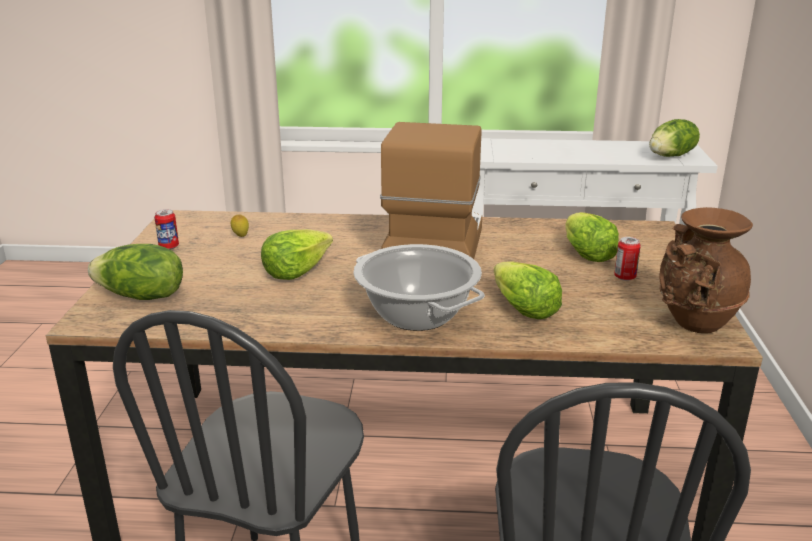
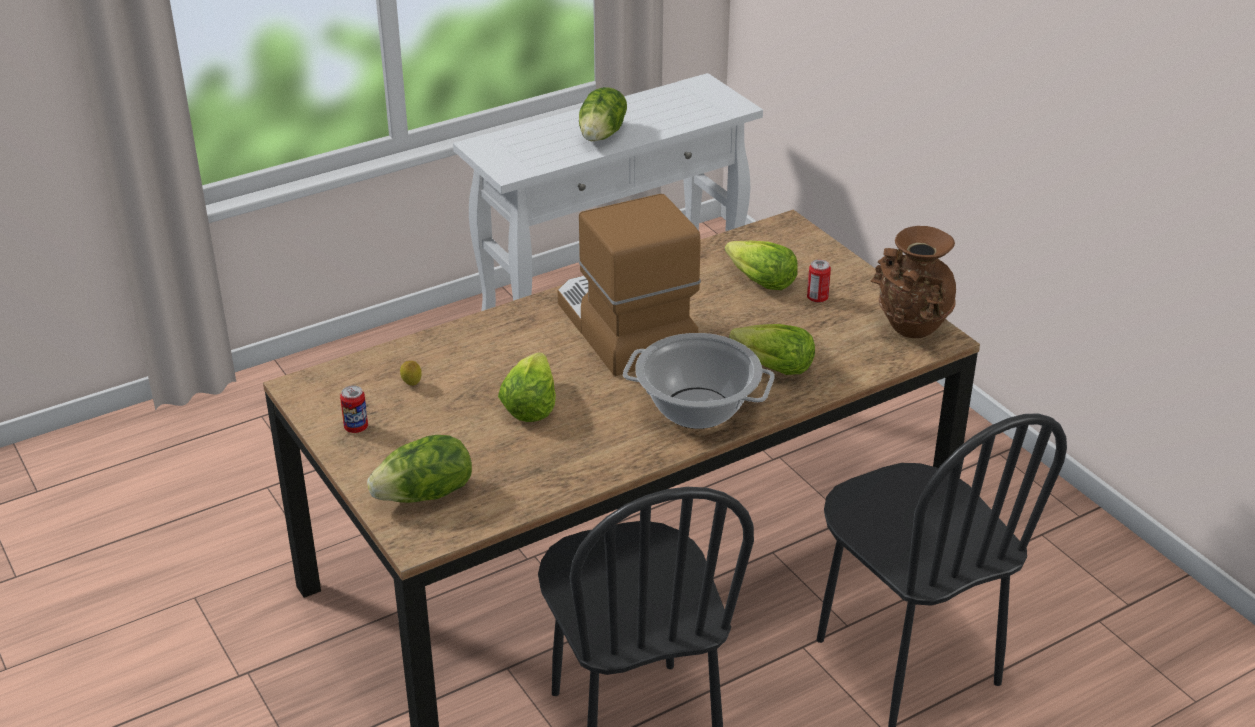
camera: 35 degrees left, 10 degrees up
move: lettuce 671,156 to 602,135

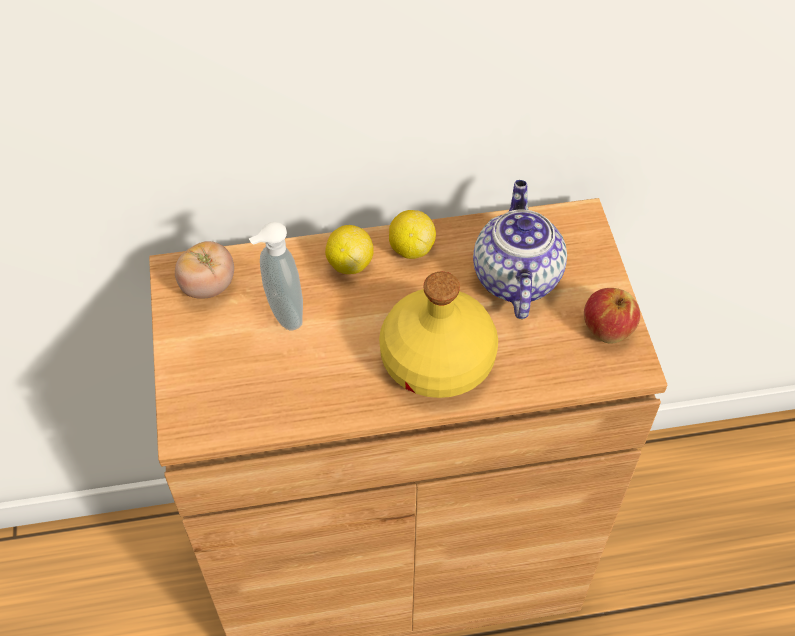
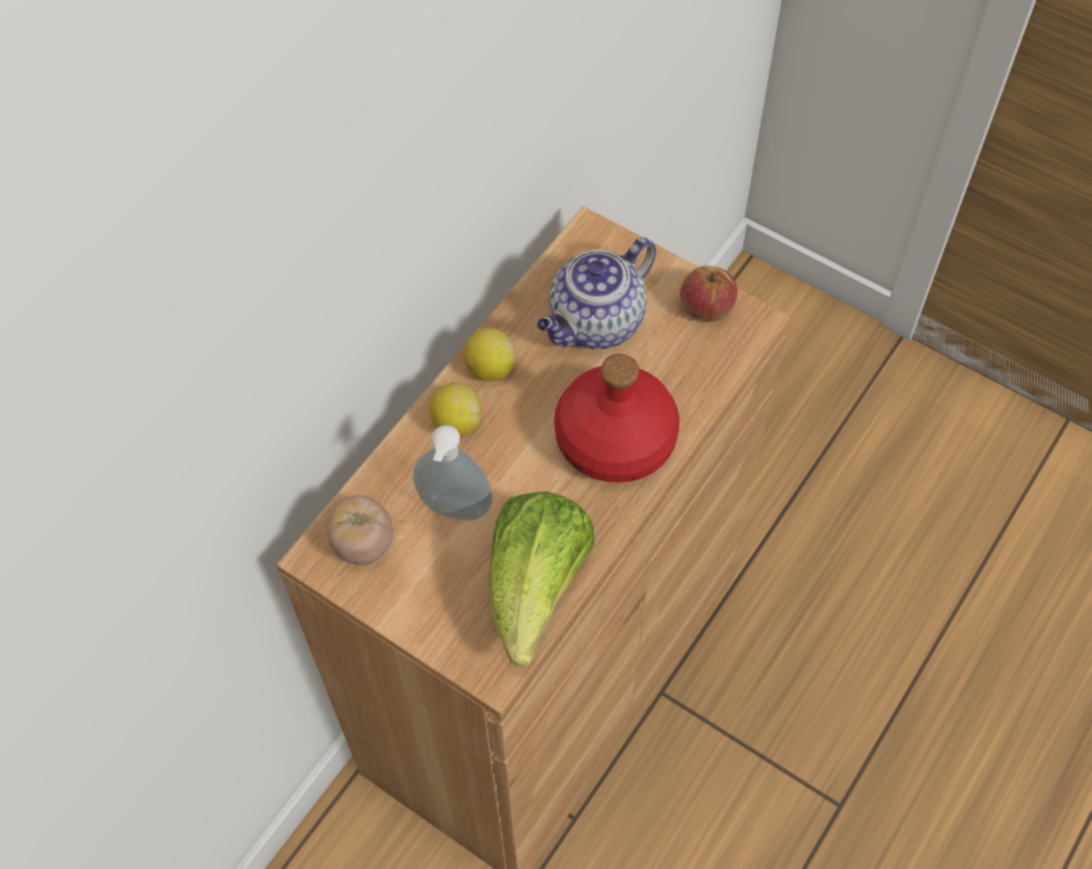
camera: 45 degrees left, 5 degrees up
insert: lettuce 536,589
recolor: bottle/yellow 436,360 to bottle/red 616,441
rotate: teapot 515,277 = 596,324 90 degrees counterclockwise

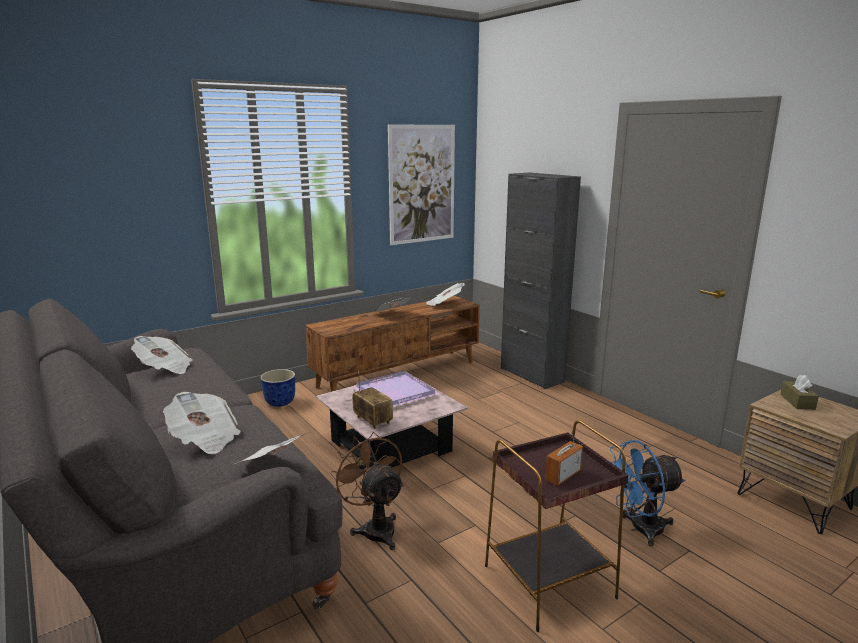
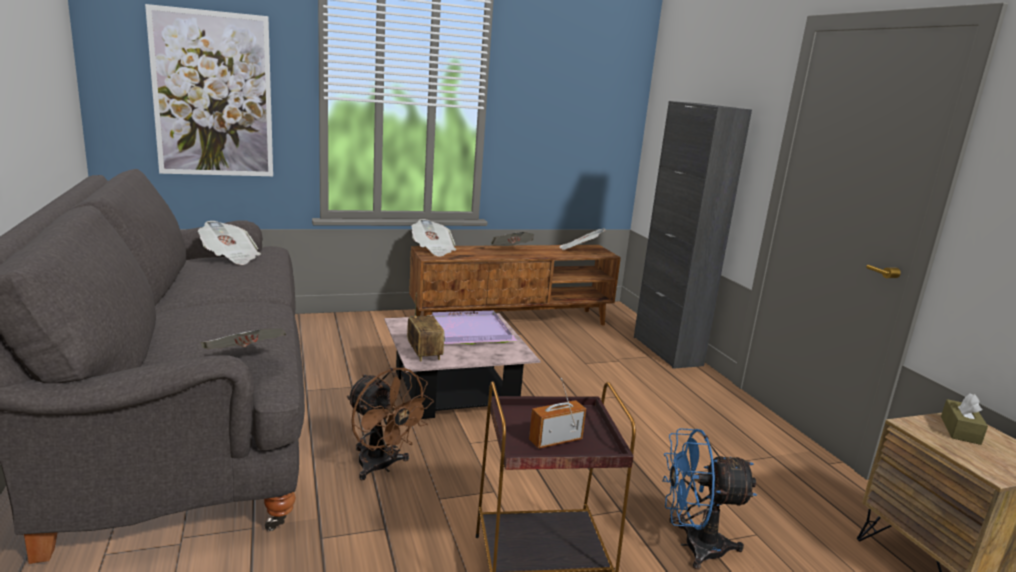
camera: 15 degrees right, 0 degrees up
delete: planter 280,402
move: picture 422,184 to 213,95; newspaper 204,439 to 433,250
rotate: fan/brown 375,528 = 382,467 150 degrees clockwise

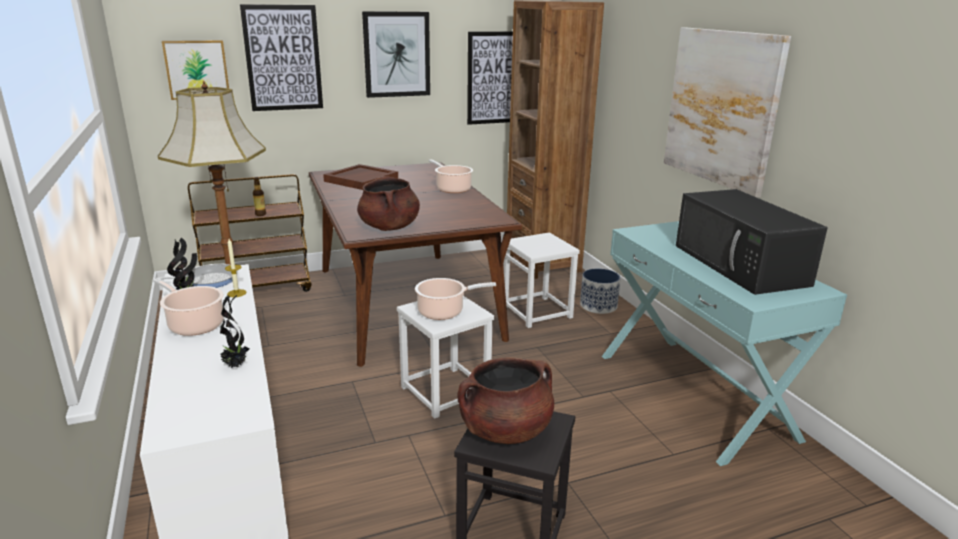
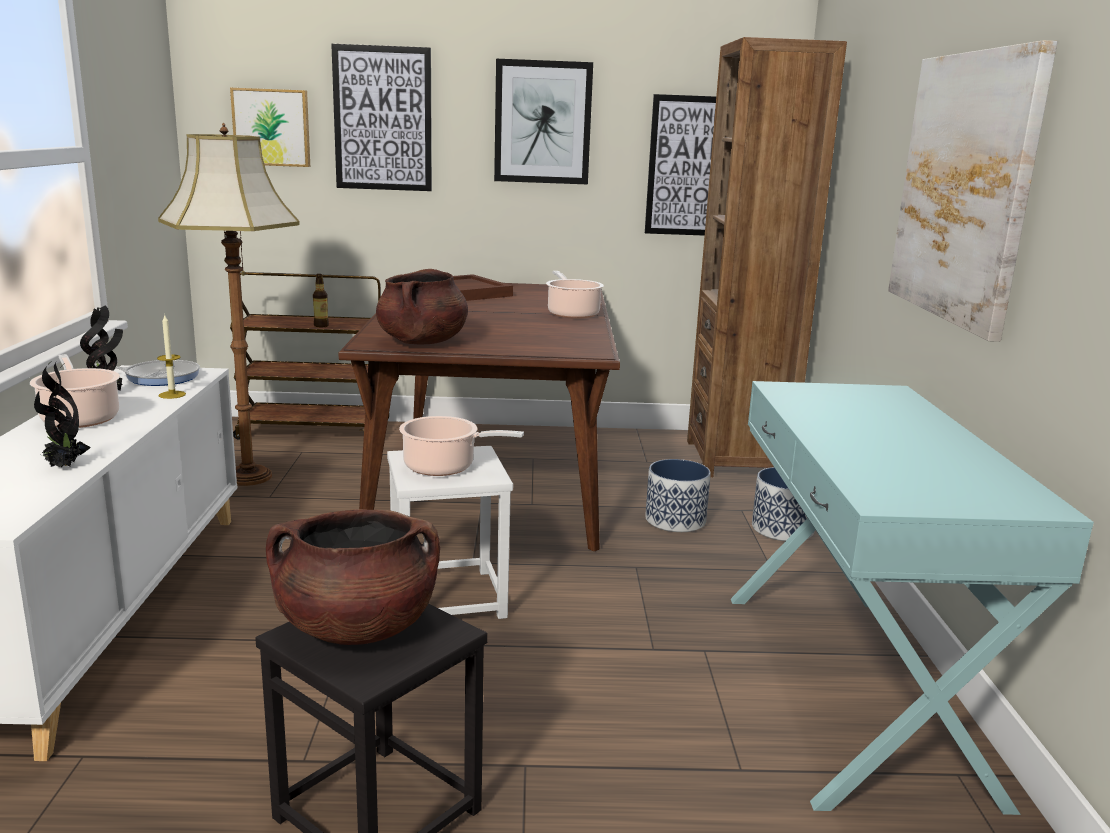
camera: 20 degrees right, 5 degrees down
delete: microwave/black 741,265
replace: stool/white 537,312 to planter 675,520

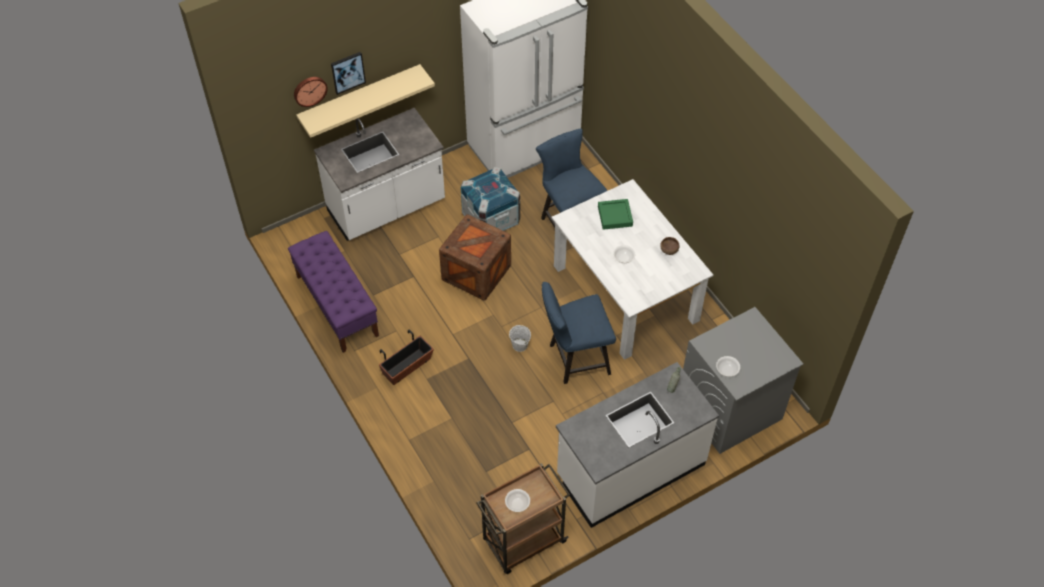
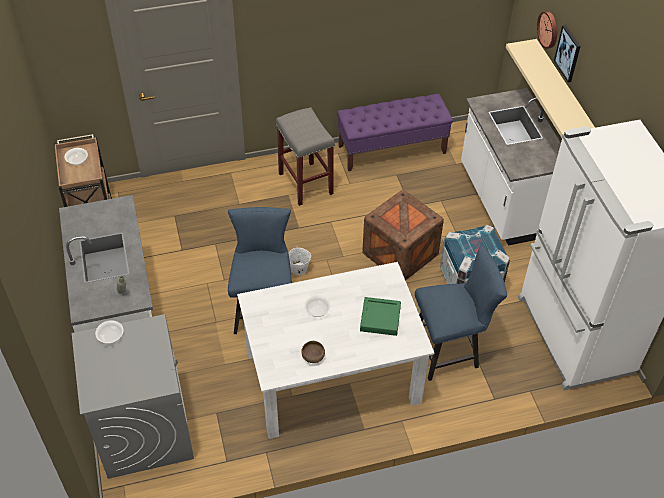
camera: 105 degrees right, 5 degrees down
replace: planter 407,367 to stool/grey 306,184

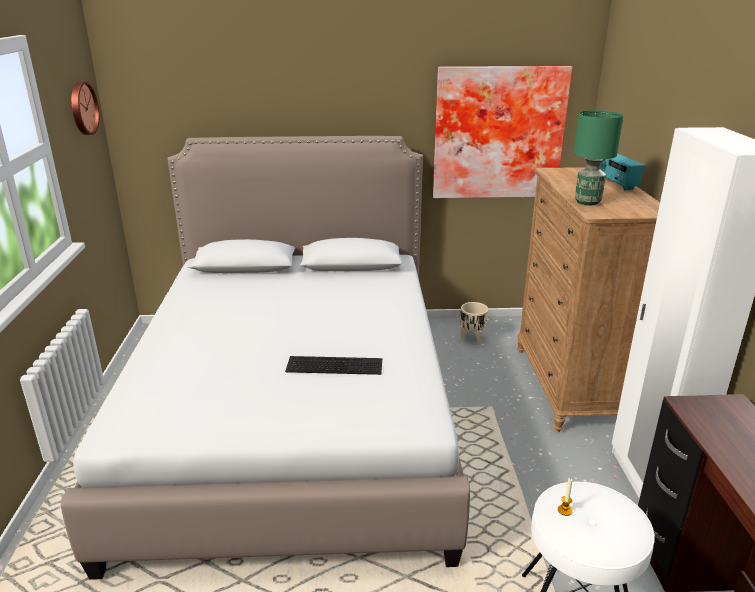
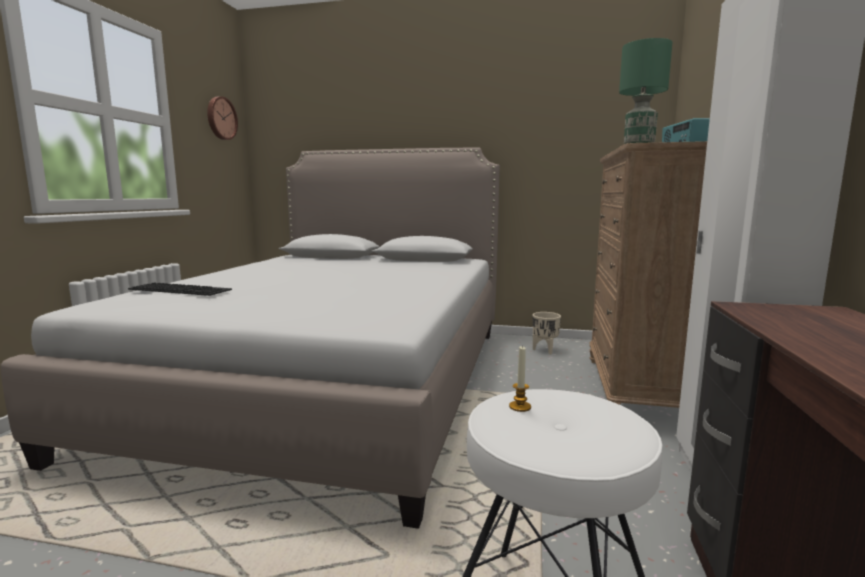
camera: 15 degrees right, 15 degrees down
delete: picture 498,133
move: keyboard 335,364 to 182,289

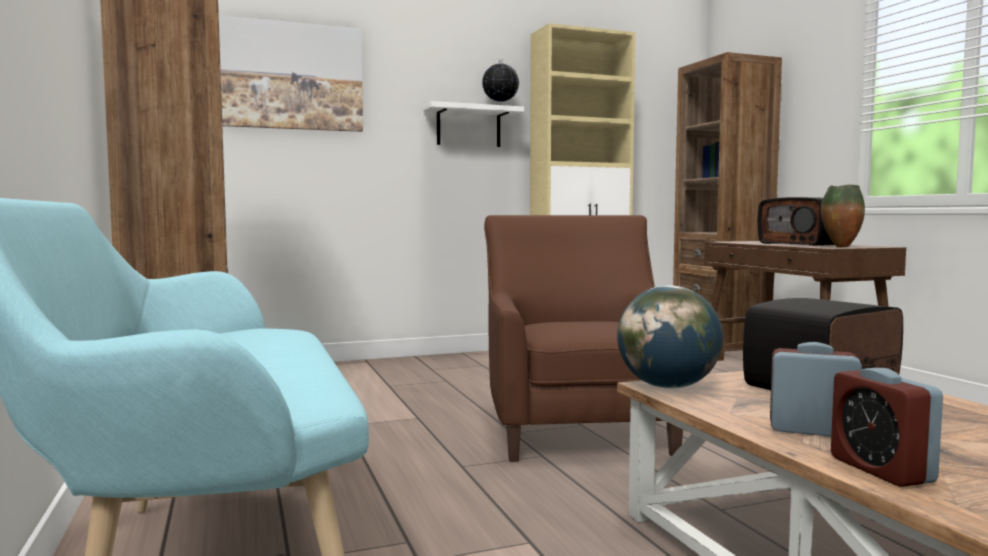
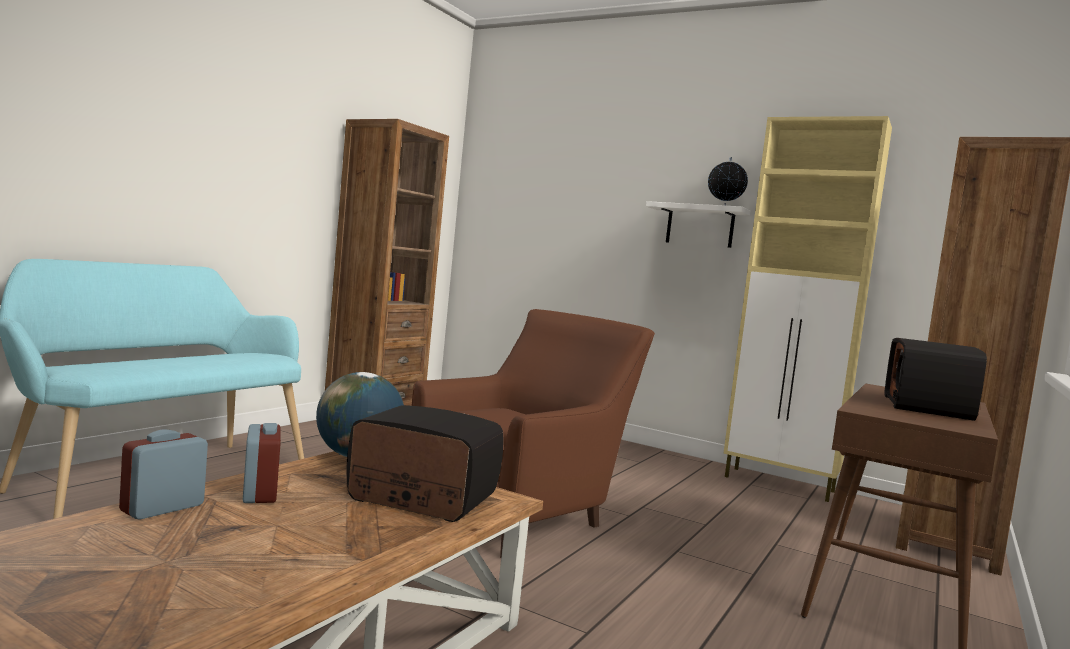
camera: 50 degrees right, 0 degrees up
delete: picture 283,76; vase 840,247

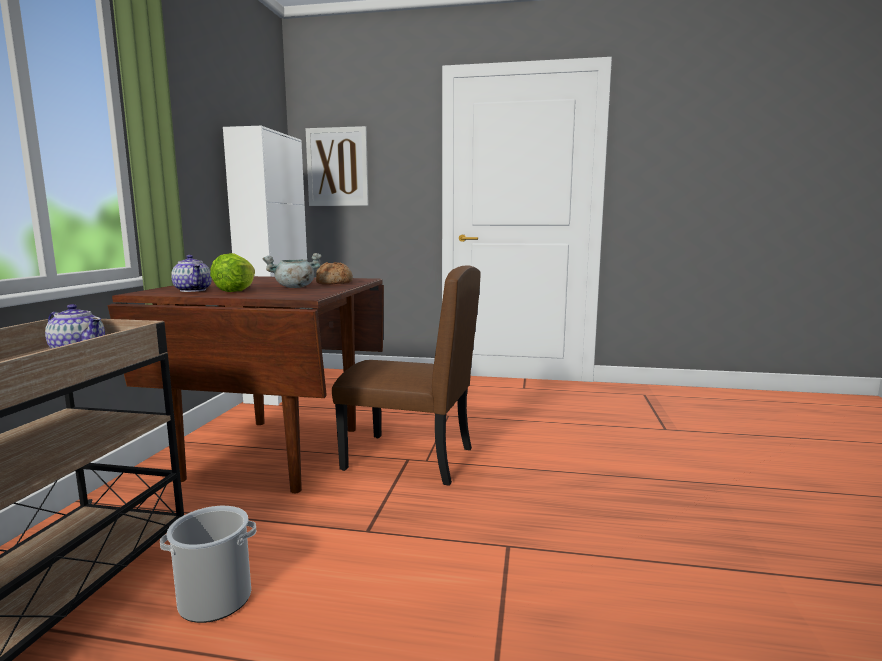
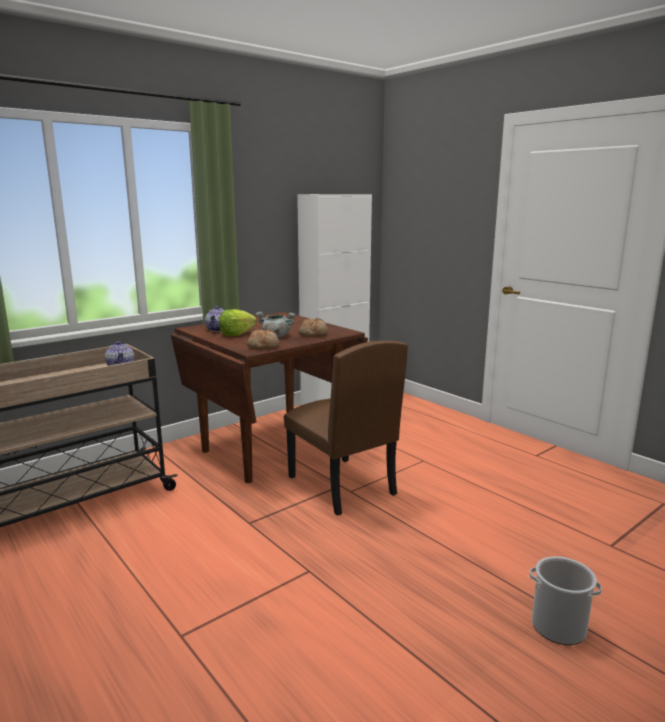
camera: 40 degrees right, 5 degrees up
delete: picture 337,167
insert: bread 263,346
move: bucket 215,600 to 558,627

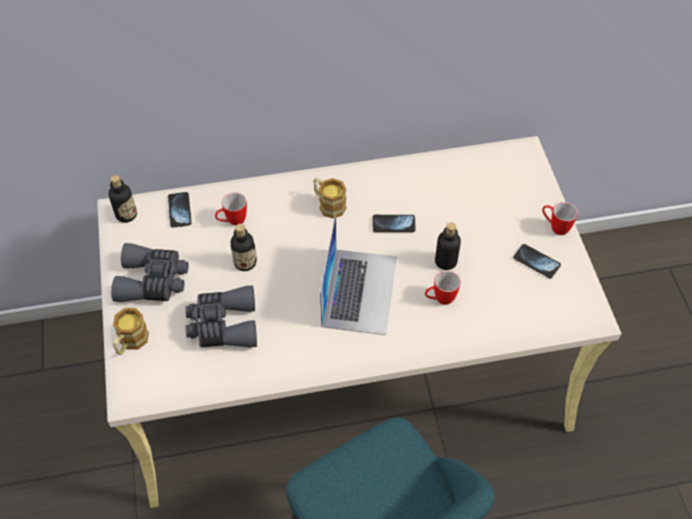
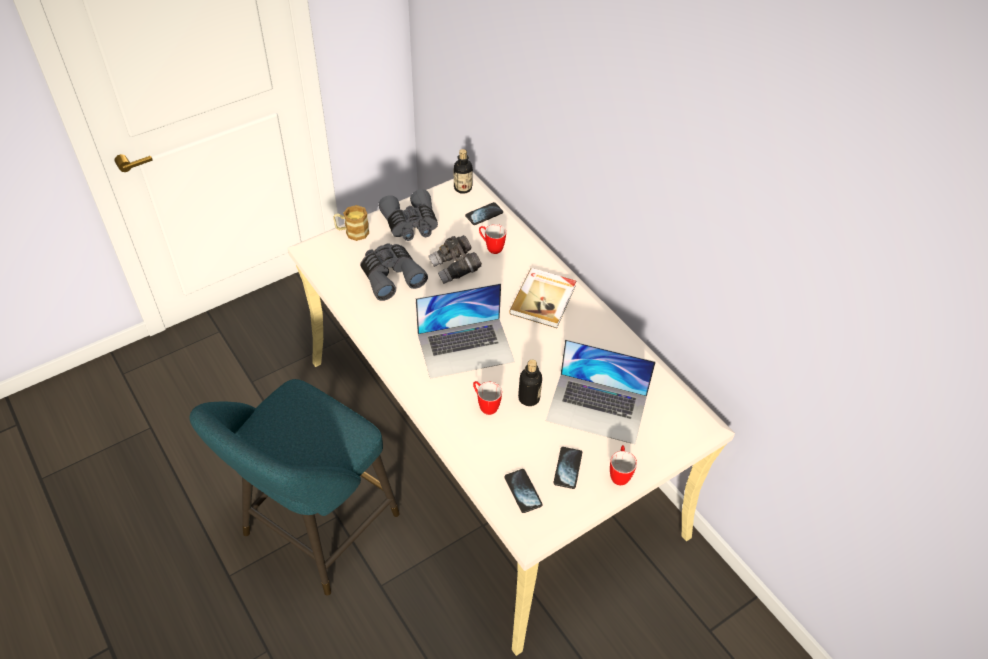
camera: 65 degrees right, 5 degrees down
insert: laptop 597,408
move: phone 393,224 to 523,491
replace: mug 328,204 to book 544,299; bottle 245,263 to binoculars/grey 455,268

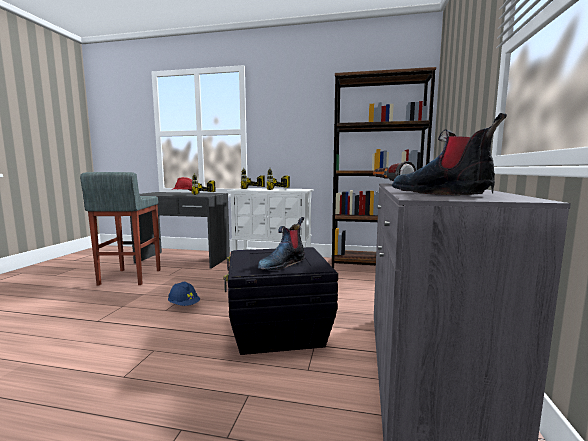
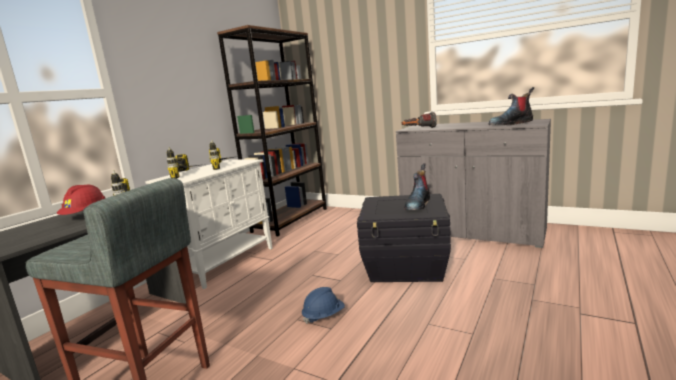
camera: 70 degrees left, 5 degrees up
rotate: boot 282,264 = 417,204 60 degrees clockwise

